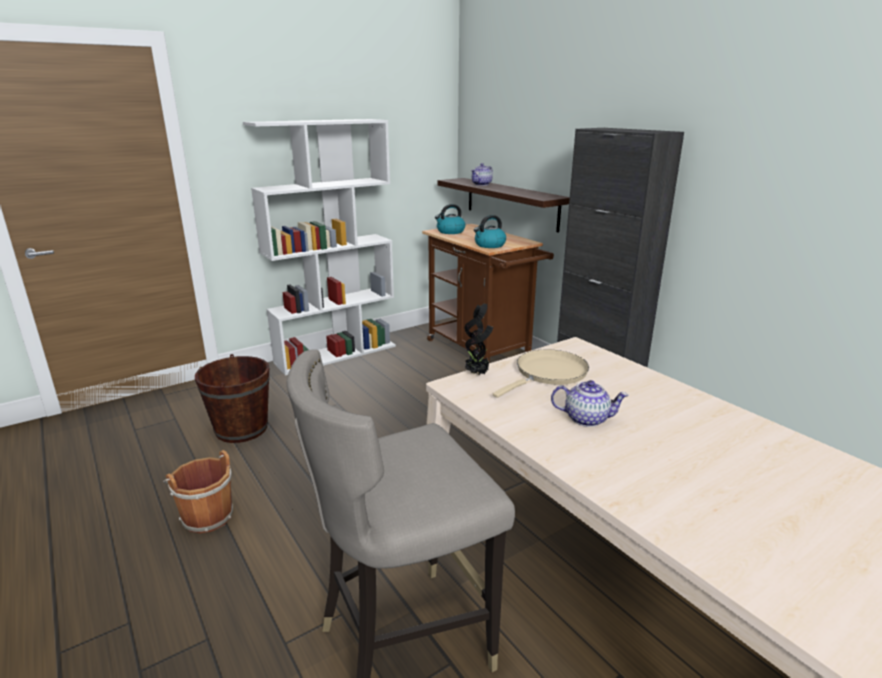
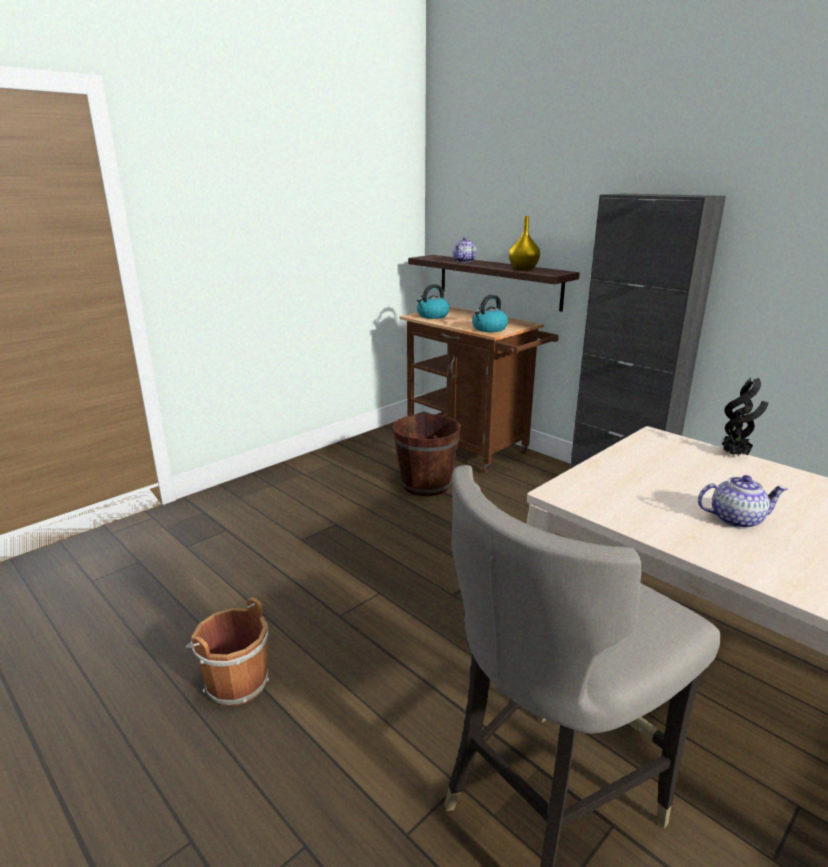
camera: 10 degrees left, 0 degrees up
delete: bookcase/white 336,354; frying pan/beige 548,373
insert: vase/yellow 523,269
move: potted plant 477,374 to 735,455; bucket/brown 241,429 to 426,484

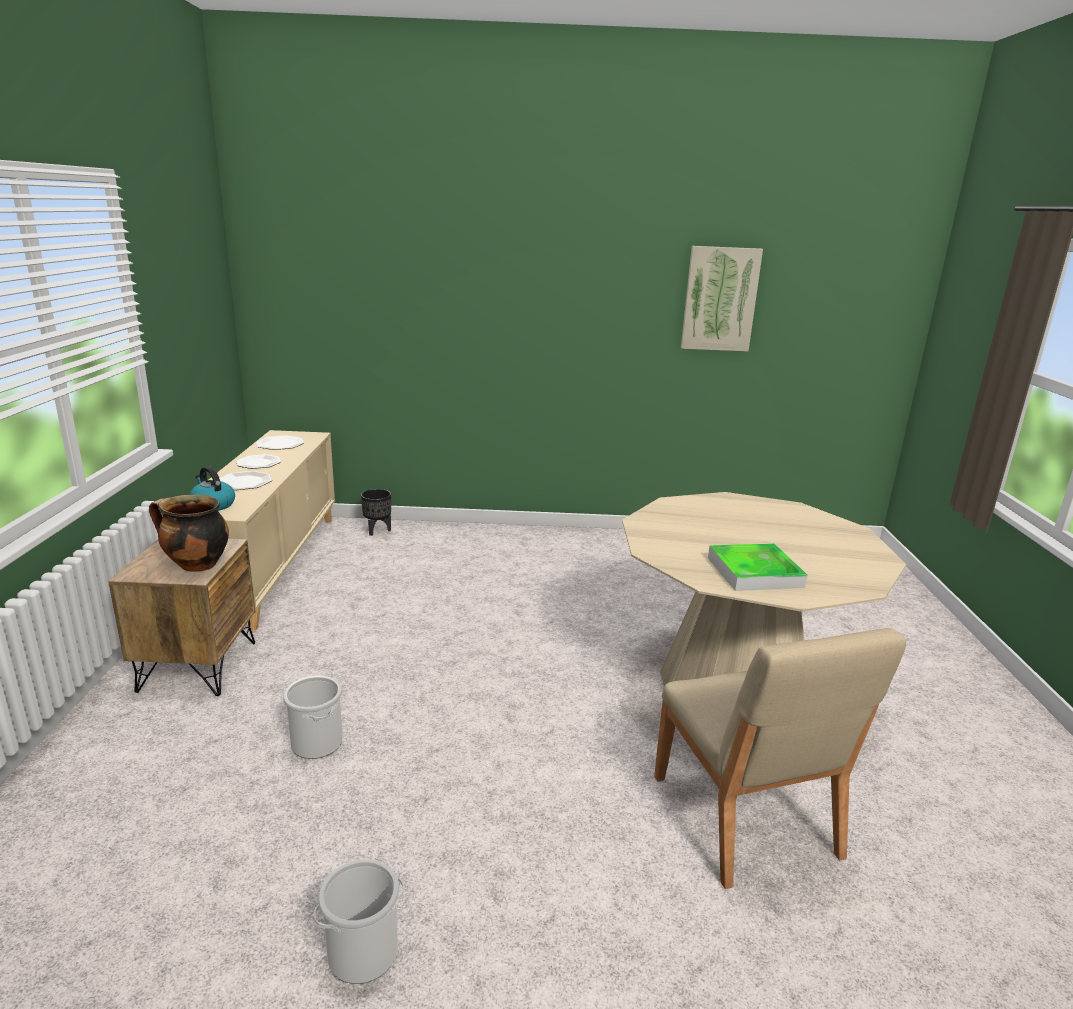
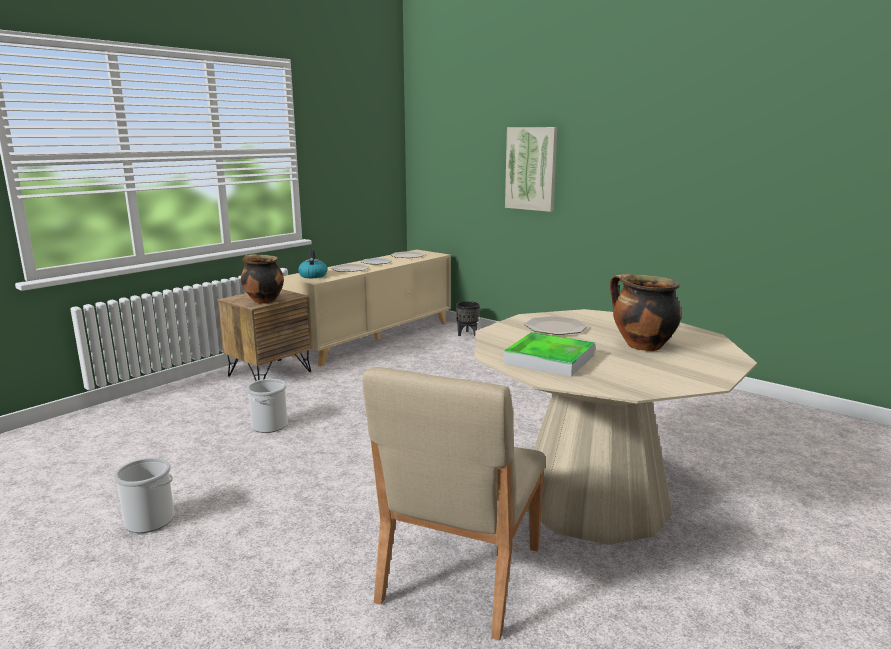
camera: 40 degrees right, 5 degrees down
insert: cooking pot 641,346; plate 555,327
move: picture 720,299 to 531,169

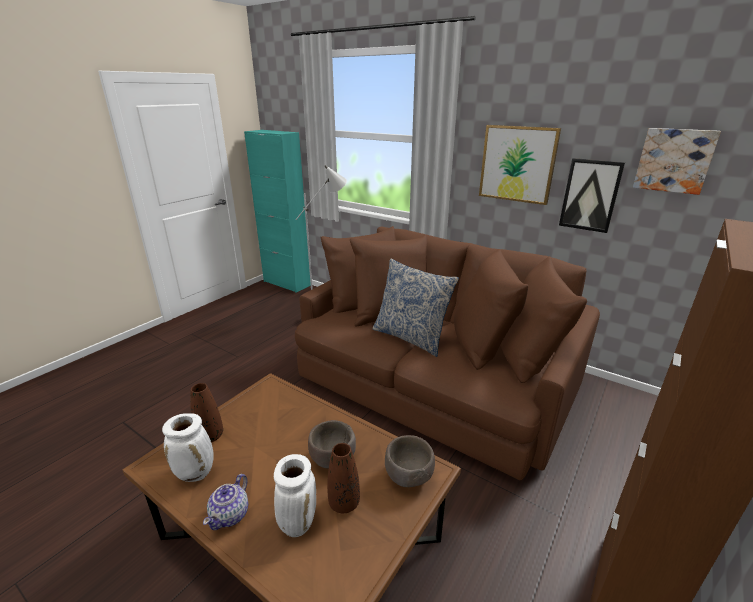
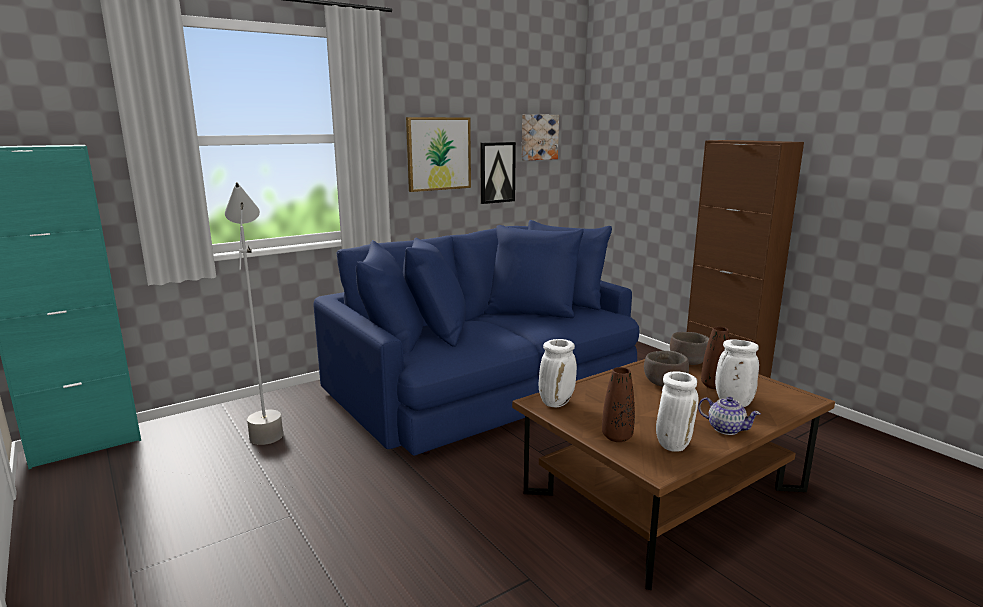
camera: 70 degrees left, 10 degrees down
delete: pillow 411,337
insert: vase/white 556,402
recolor: sofa/brown 435,381 to sofa/blue 483,388

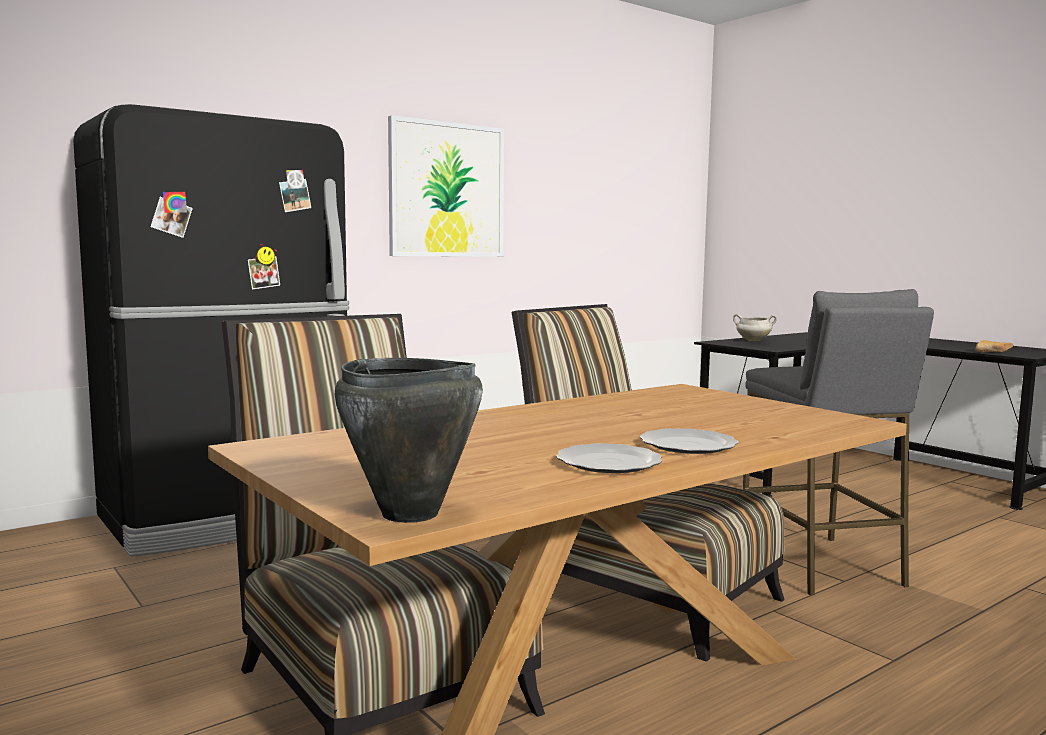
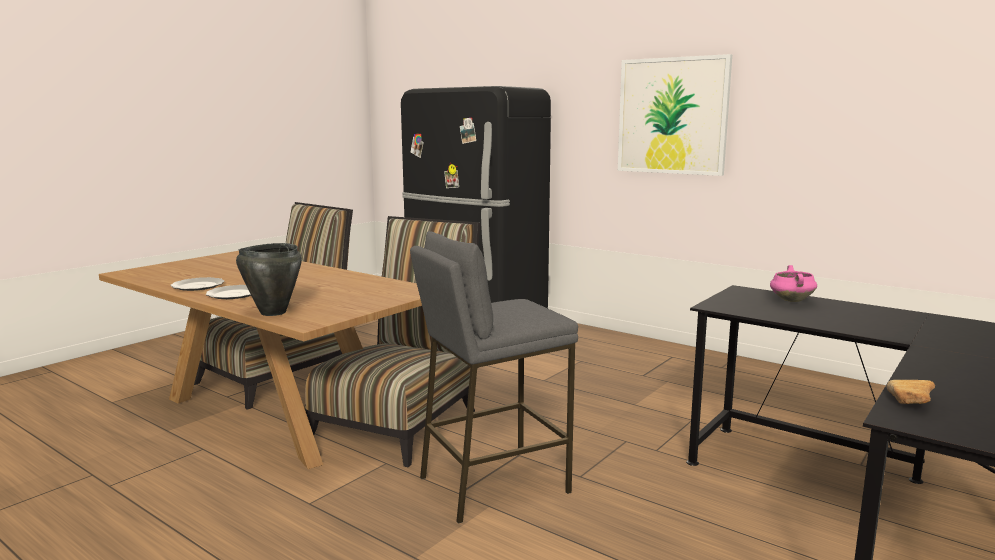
camera: 75 degrees right, 5 degrees up
move: cooking pot/black 410,514 to 272,312
recolor: cooking pot/white 753,340 to cooking pot/pink 790,300

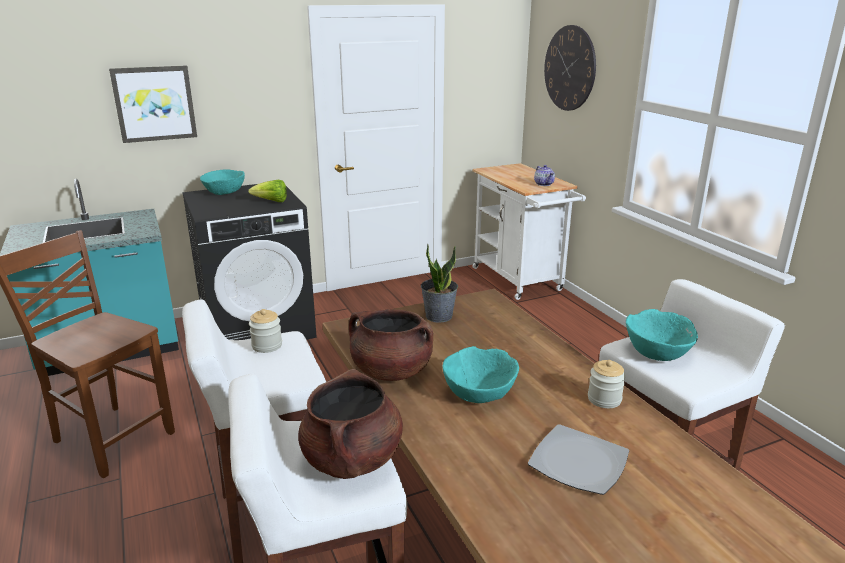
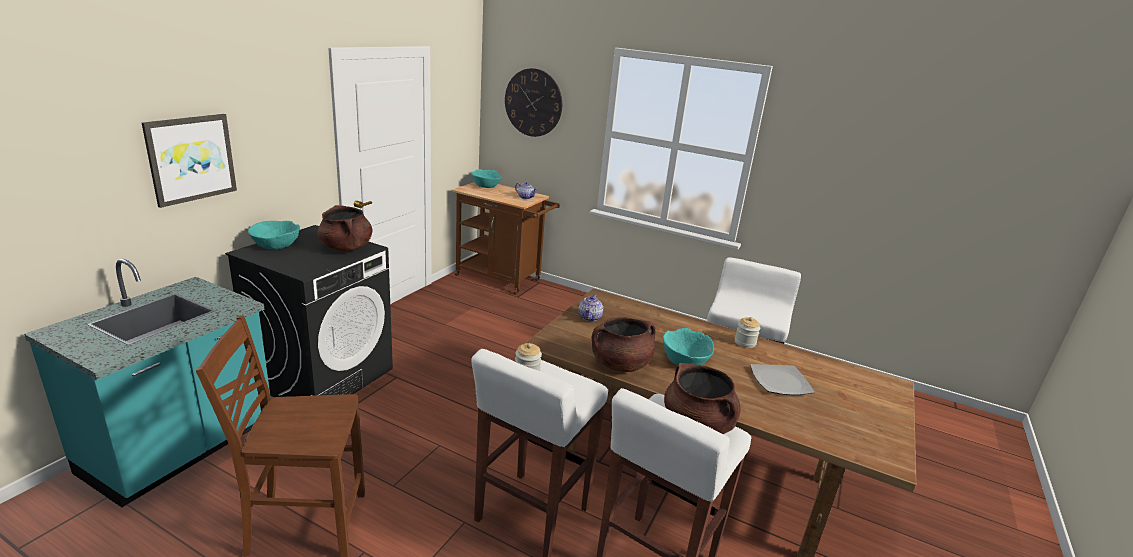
camera: 40 degrees left, 0 degrees up
move: bowl/turquoise 658,351 to 486,186
replace: lettuce 271,202 to cooking pot/brown 346,248; potted plant 438,316 to teapot 590,317
recolor: cart/white 520,281 to cart/brown 502,279

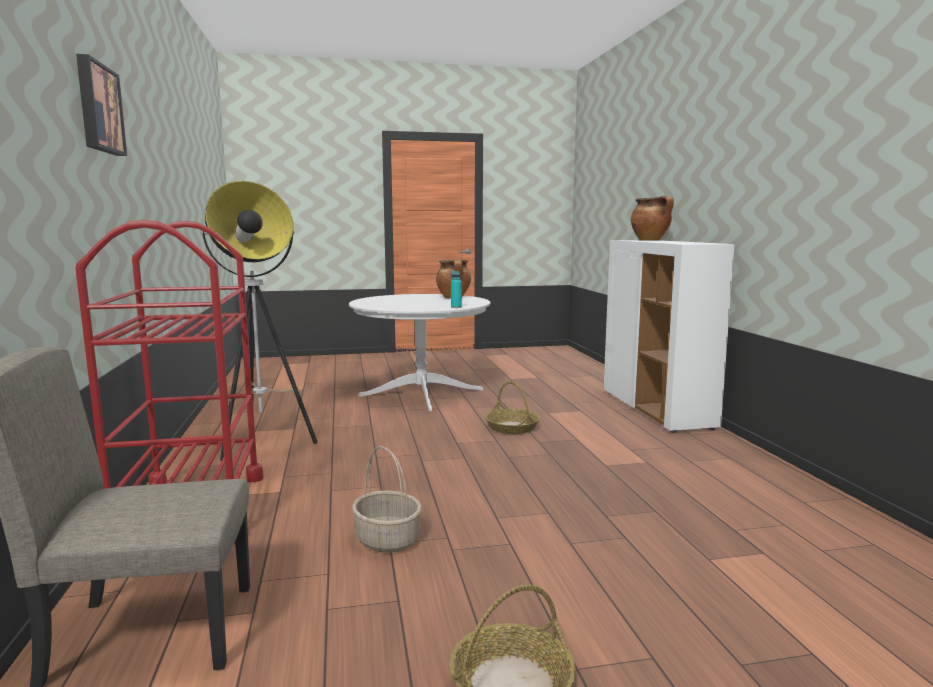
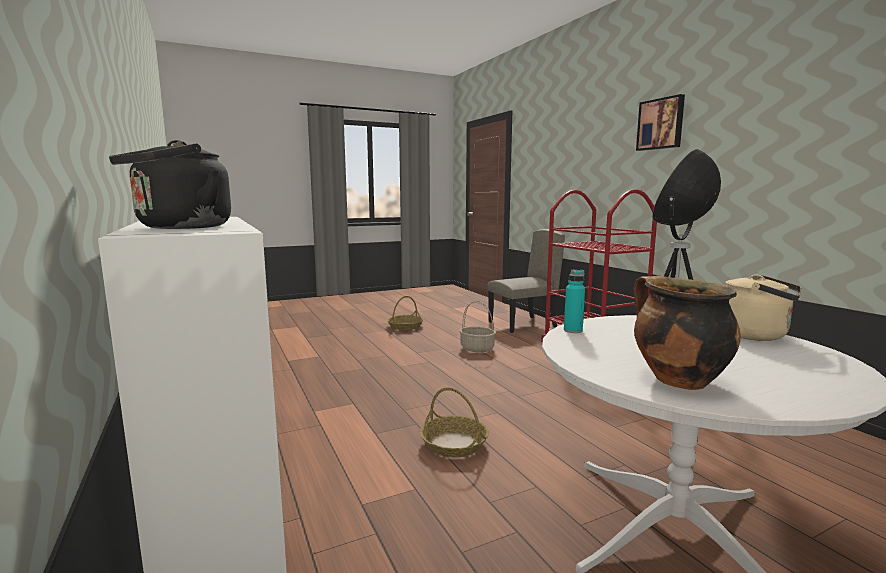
camera: 165 degrees right, 0 degrees up
insert: kettle/beige 755,335
replace: cooking pot 651,240 to kettle/black 180,228

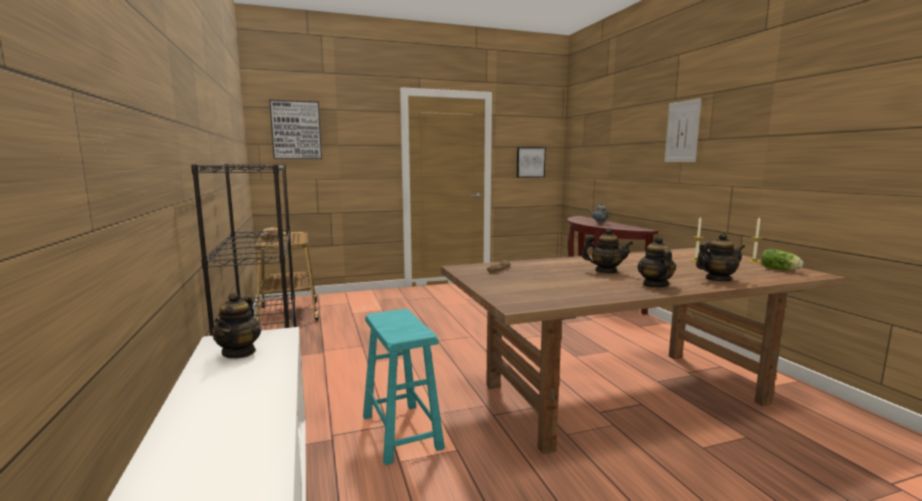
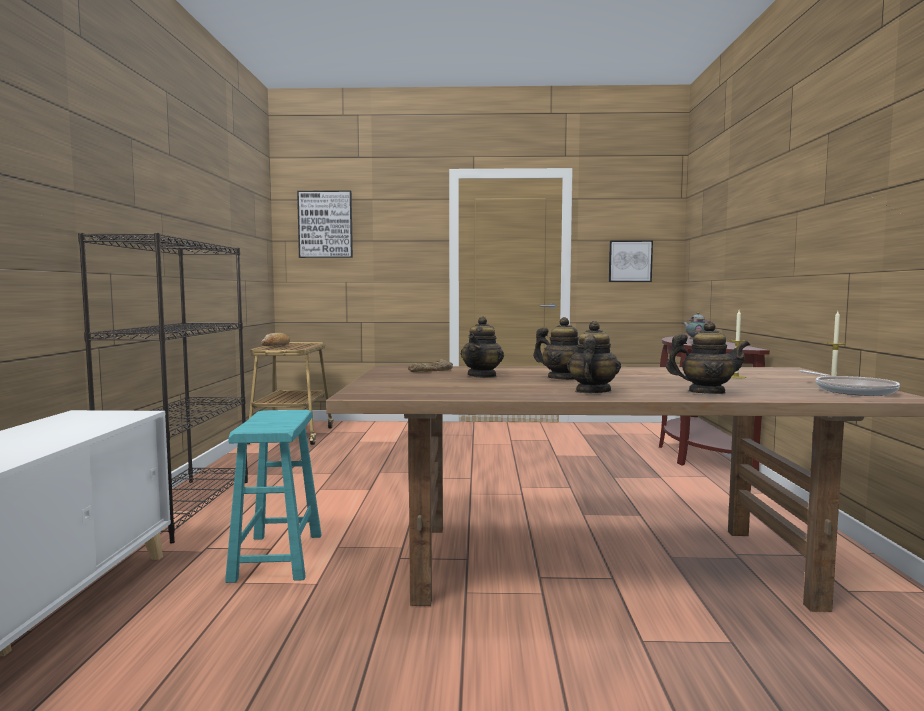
camera: 20 degrees right, 5 degrees down
delete: picture 682,131
move: teapot 239,352 to 482,376
replace: lettuce 780,270 to frying pan 851,391

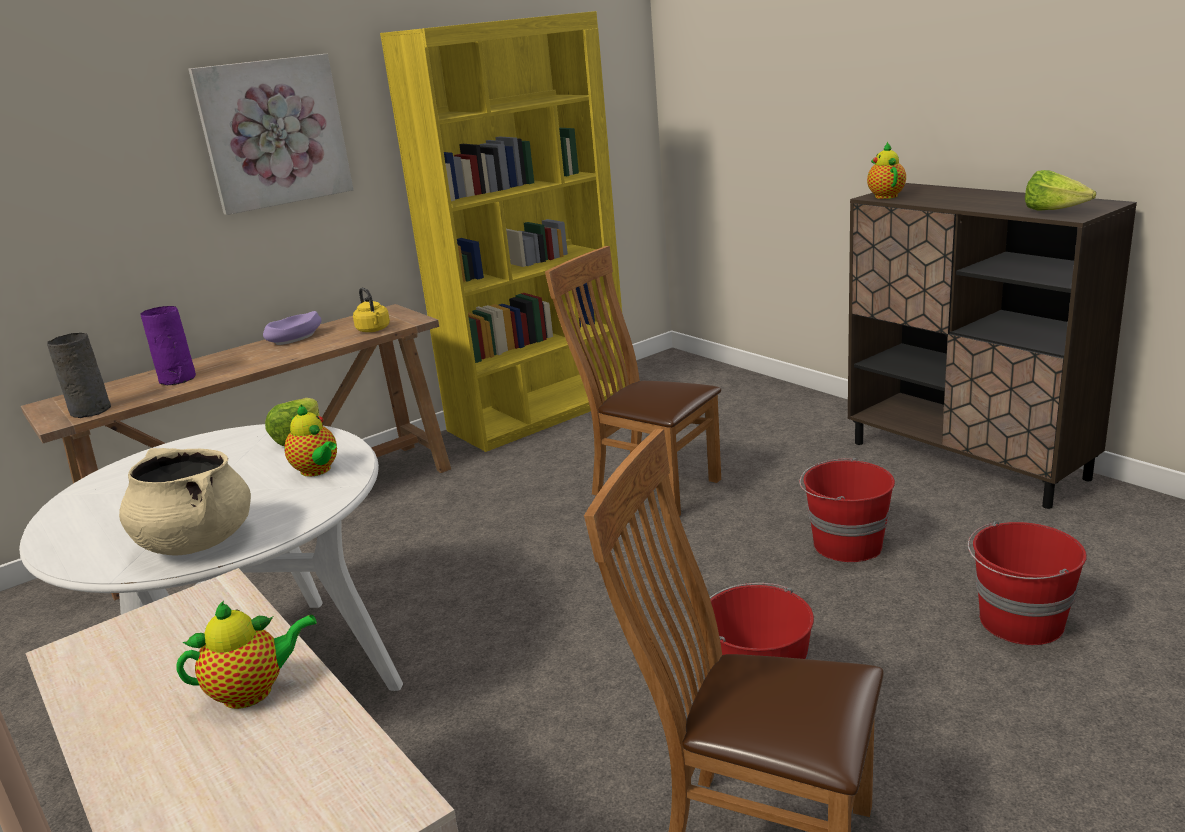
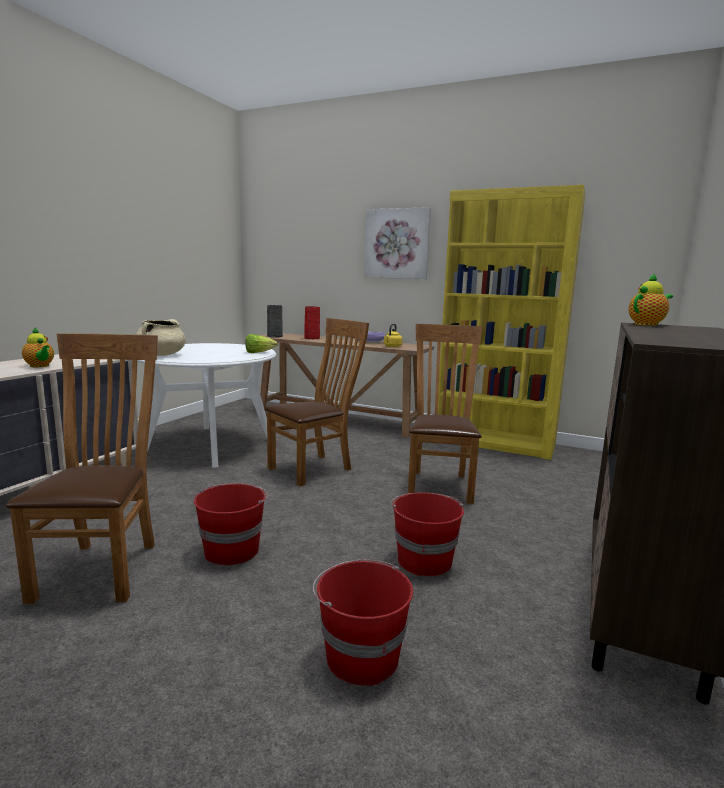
camera: 60 degrees right, 10 degrees down
delete: lettuce 1053,211; teapot 317,471
insert: chair/brown 315,468
recolor: vase/purple 177,379 to vase/red 311,338

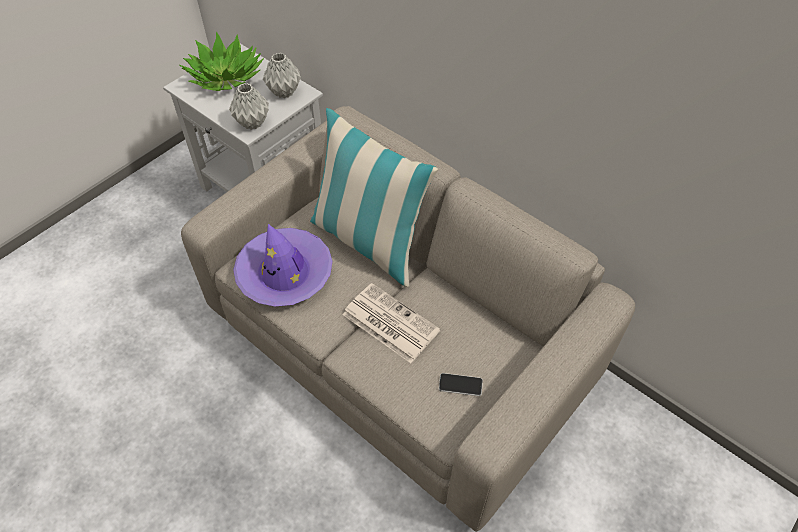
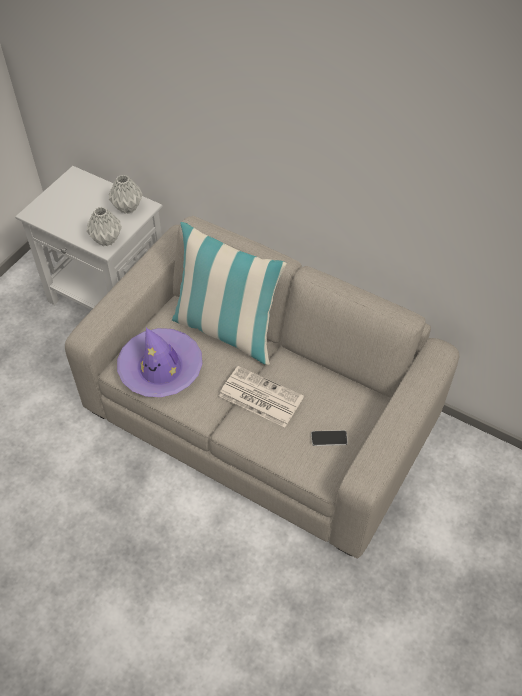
camera: 10 degrees left, 0 degrees up
delete: potted plant 225,77

